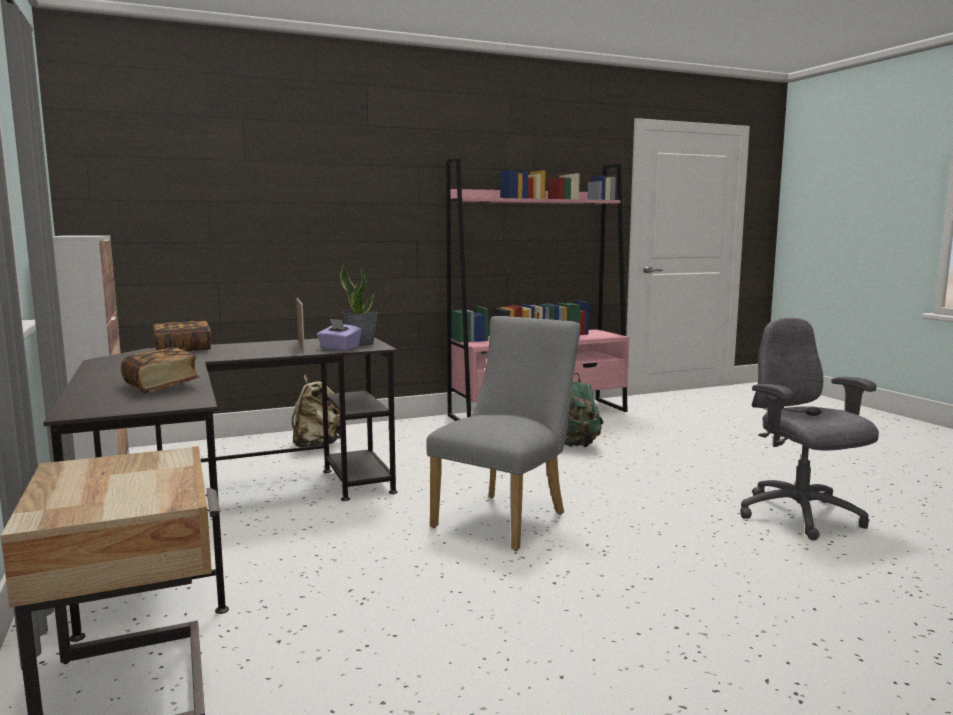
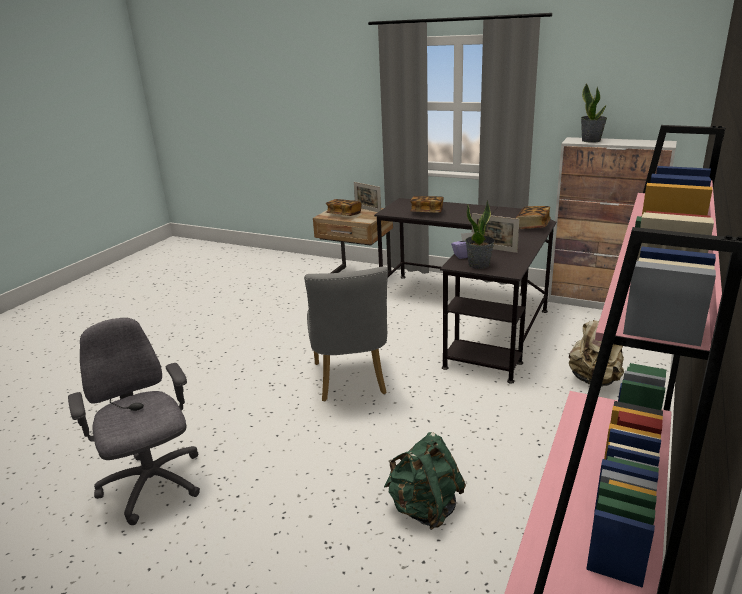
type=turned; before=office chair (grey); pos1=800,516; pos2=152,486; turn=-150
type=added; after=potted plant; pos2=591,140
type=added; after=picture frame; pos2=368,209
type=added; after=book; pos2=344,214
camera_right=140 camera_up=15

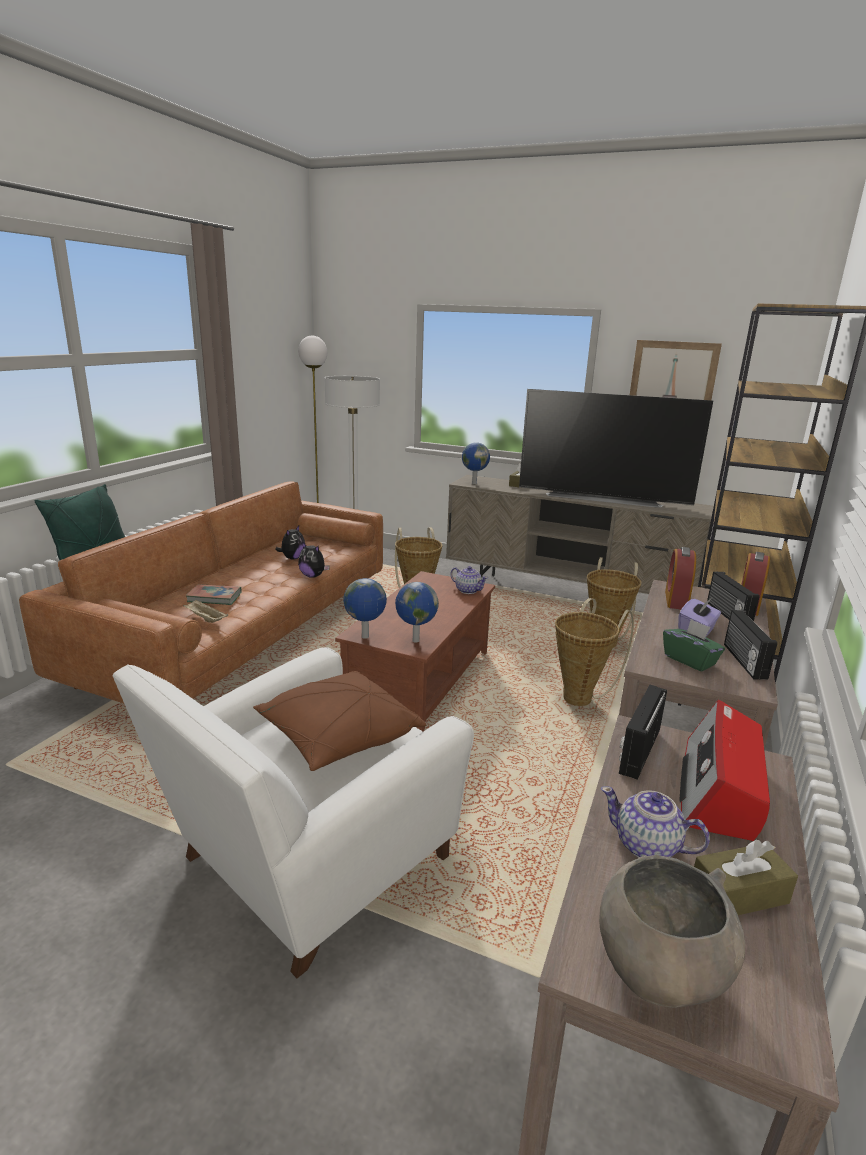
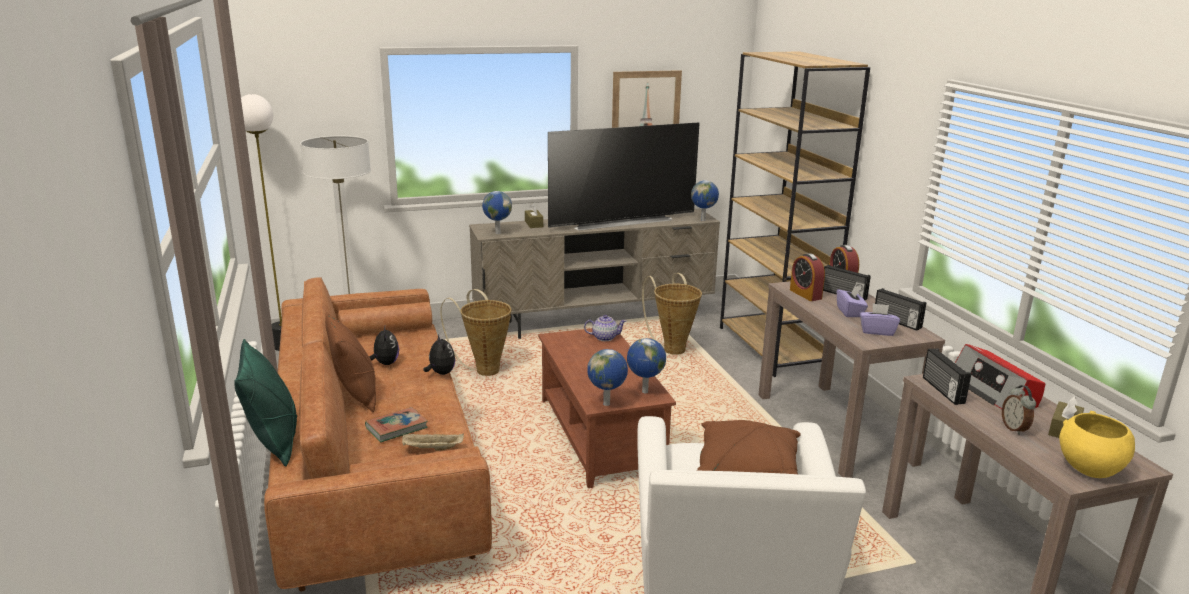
type=turned; before=plush toy; pos1=313,576; pos2=440,373; turn=-105
type=removed; before=basket; pos1=581,697
type=recoloured; before=tissue box (green); after=tissue box (purple); pos1=690,660; pos2=877,331
type=replaced; before=teapot; after=alarm clock; pos1=647,846; pos2=1015,429
type=recoloured; before=bowl (grey); after=bowl (yellow); pos1=658,971; pos2=1089,469
type=added; after=globe; pos2=703,220
type=added; after=pillow (brown); pos2=356,395
camera_right=-40 camera_up=0

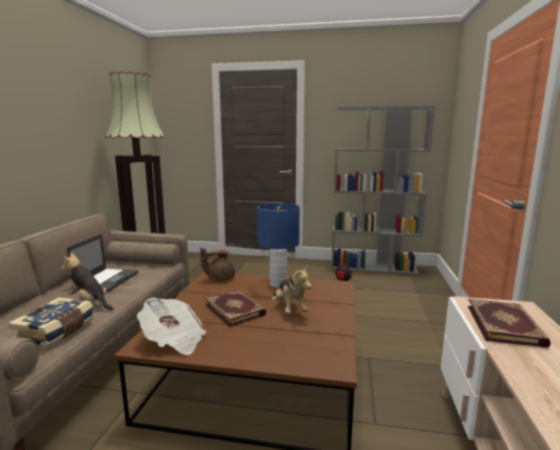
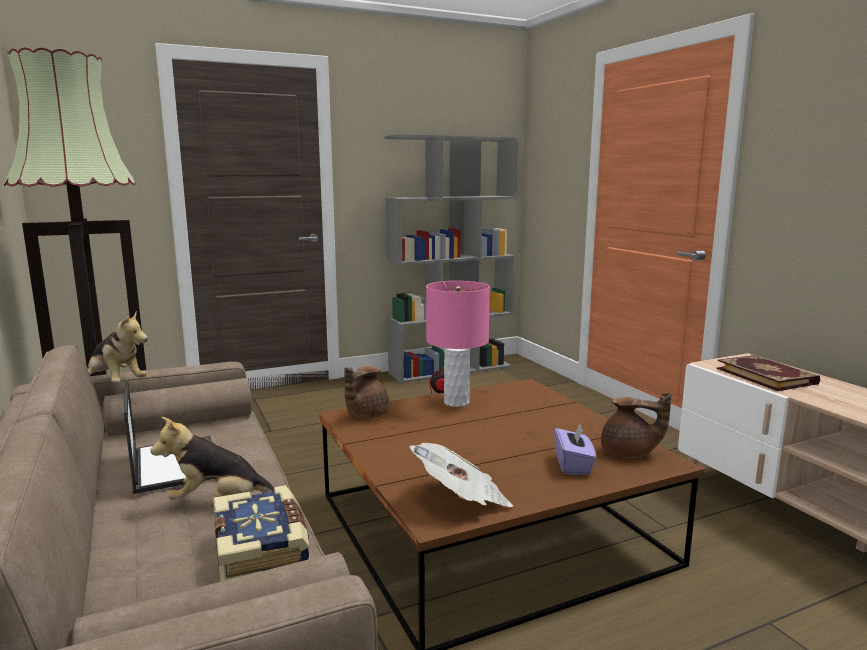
type=recoloured; before=table lamp (blue); after=table lamp (pink); pos1=278,284; pos2=456,402
type=moved; before=plush toy; pos1=289,309; pos2=115,383
type=removed; before=book; pos1=235,309
type=added; after=teapot (brown); pos2=629,453
type=added; after=tissue box (purple); pos2=573,465
camera_right=-35 camera_up=0

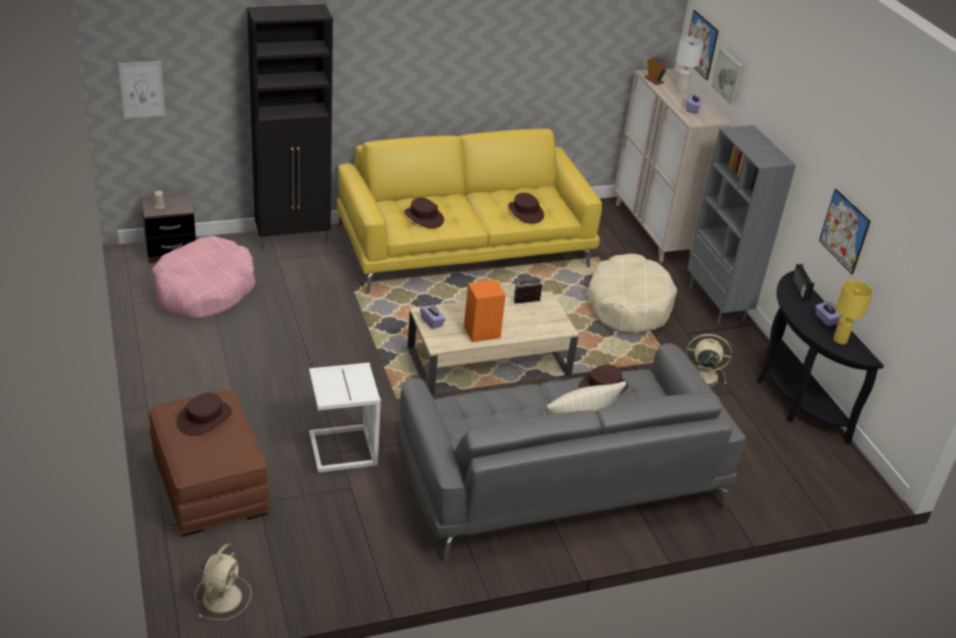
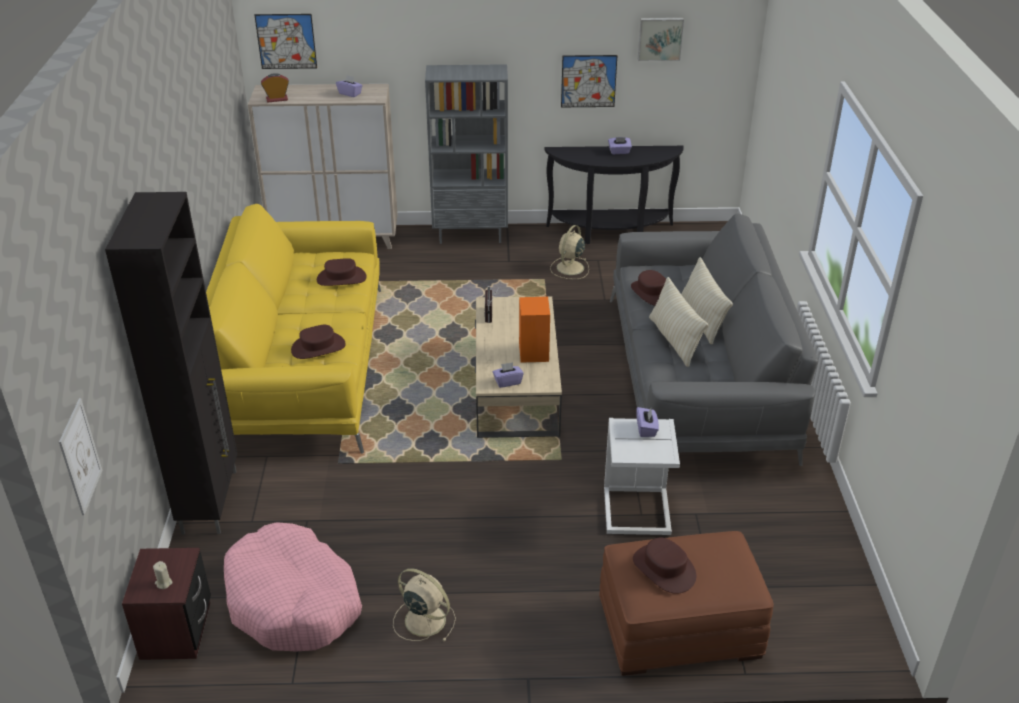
type=removed; before=table lamp (white); pos1=681,90
type=moved; before=picture; pos1=729,76; pos2=660,38
type=removed; before=dog bed (beige); pos1=628,305
type=removed; before=radio; pos1=799,289
type=removed; before=table lamp (yellow); pos1=840,340
type=moved; before=fan (beige); pos1=223,596; pos2=423,619
type=added; after=pillow (beige); pos2=674,340
type=added; after=tissue box (purple); pos2=646,429
camera_right=-70 camera_up=0

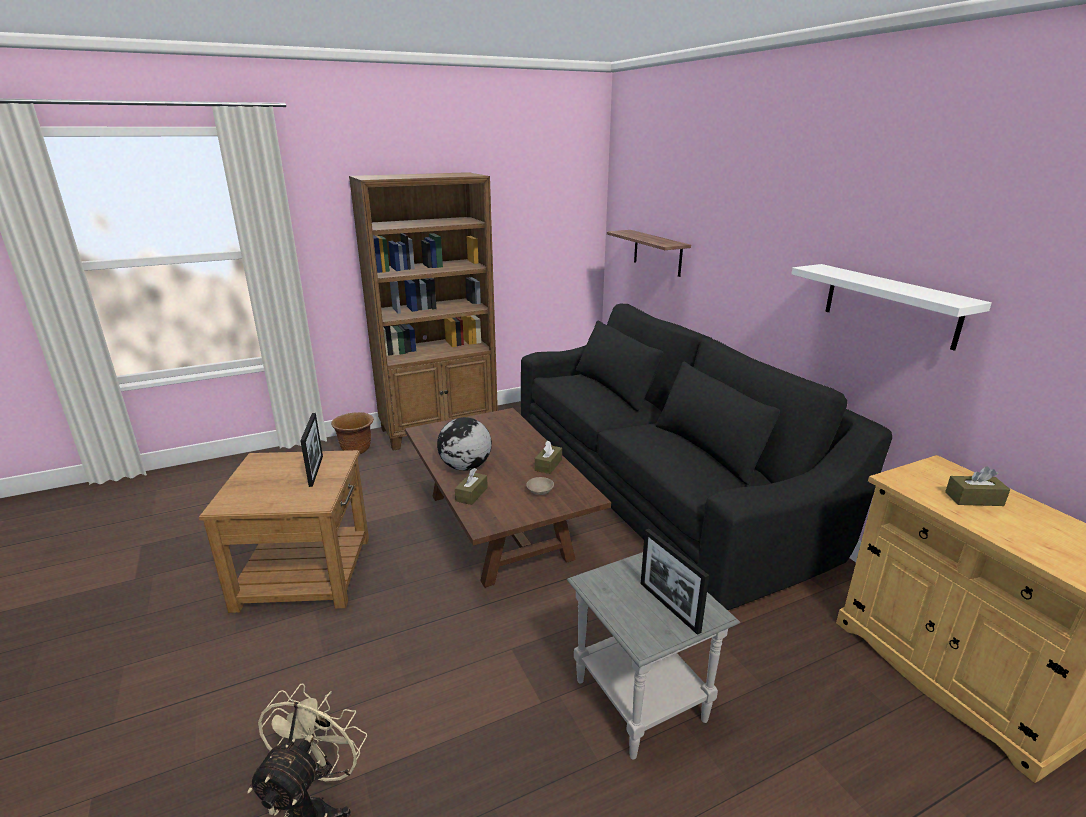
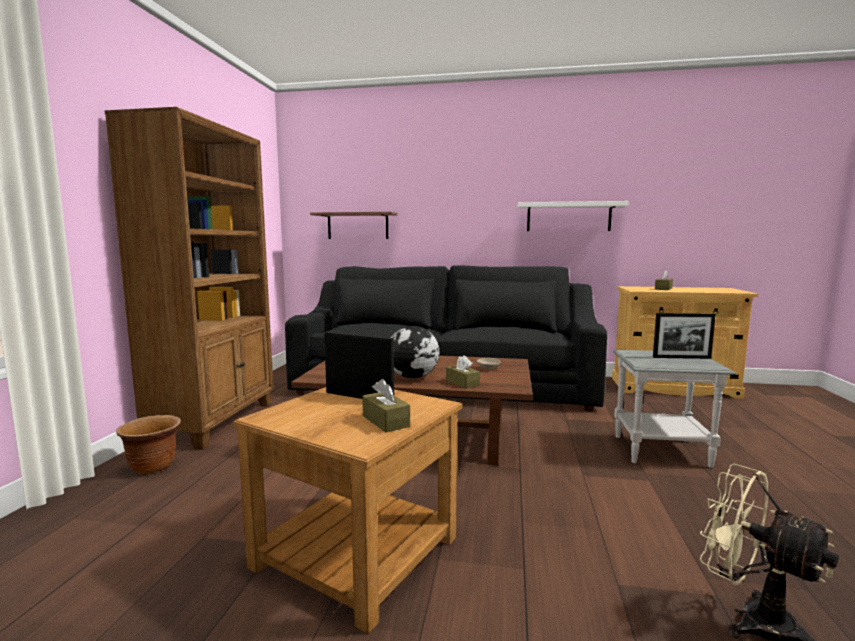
type=moved; before=tissue box (brown); pos1=548,465; pos2=385,421
camera_right=-55 camera_up=-15

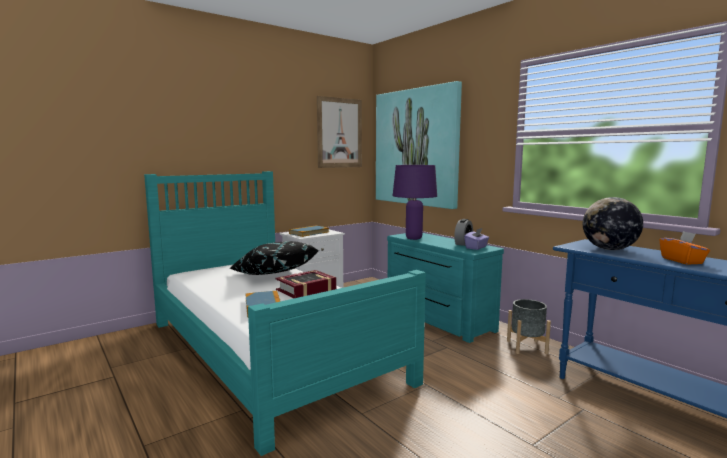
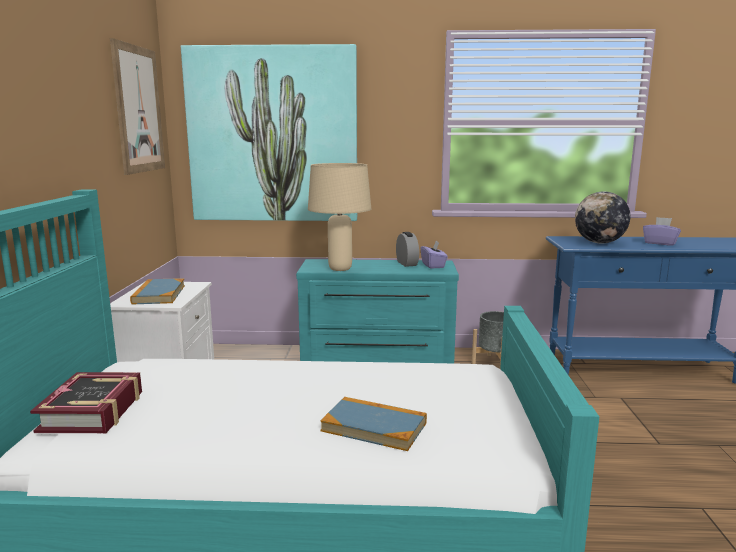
type=recoloured; before=table lamp (purple); after=table lamp (beige); pos1=413,238; pos2=340,269
type=recoloured; before=tissue box (orange); after=tissue box (purple); pos1=682,261; pos2=660,243
type=removed; before=pillow (black); pos1=273,274
type=moved; before=book; pos1=306,290; pos2=93,411
camera_right=-50 camera_up=5

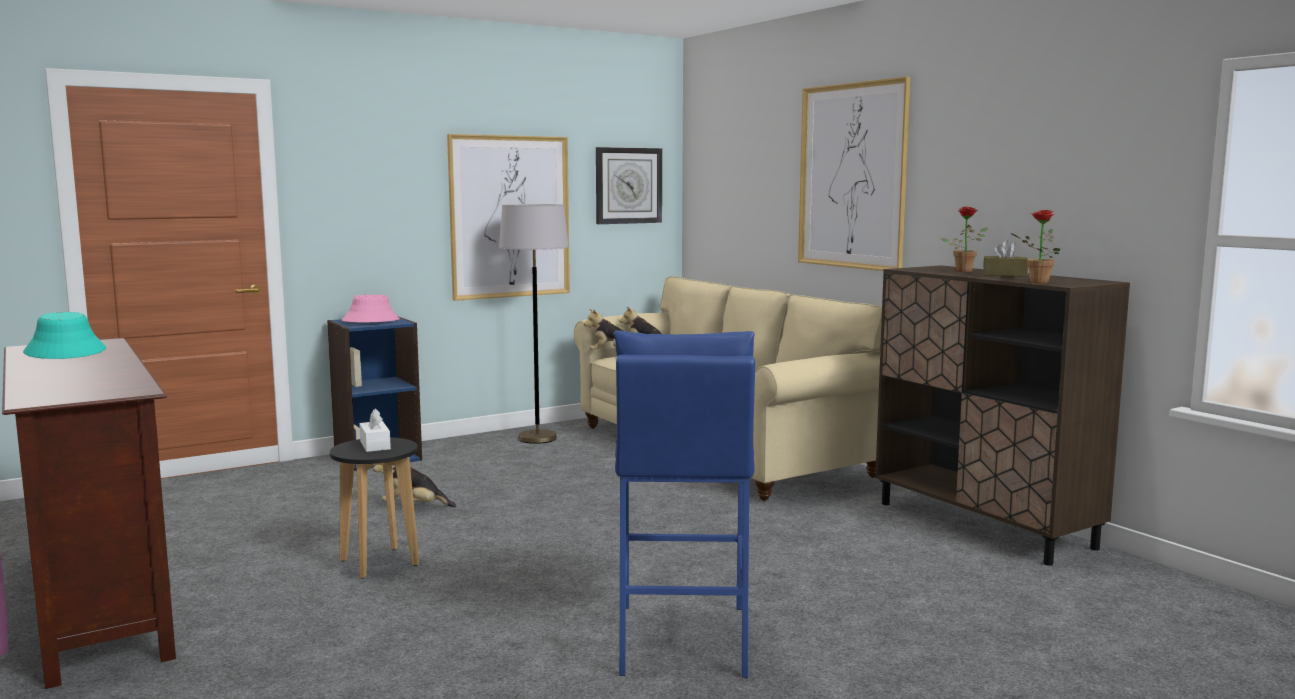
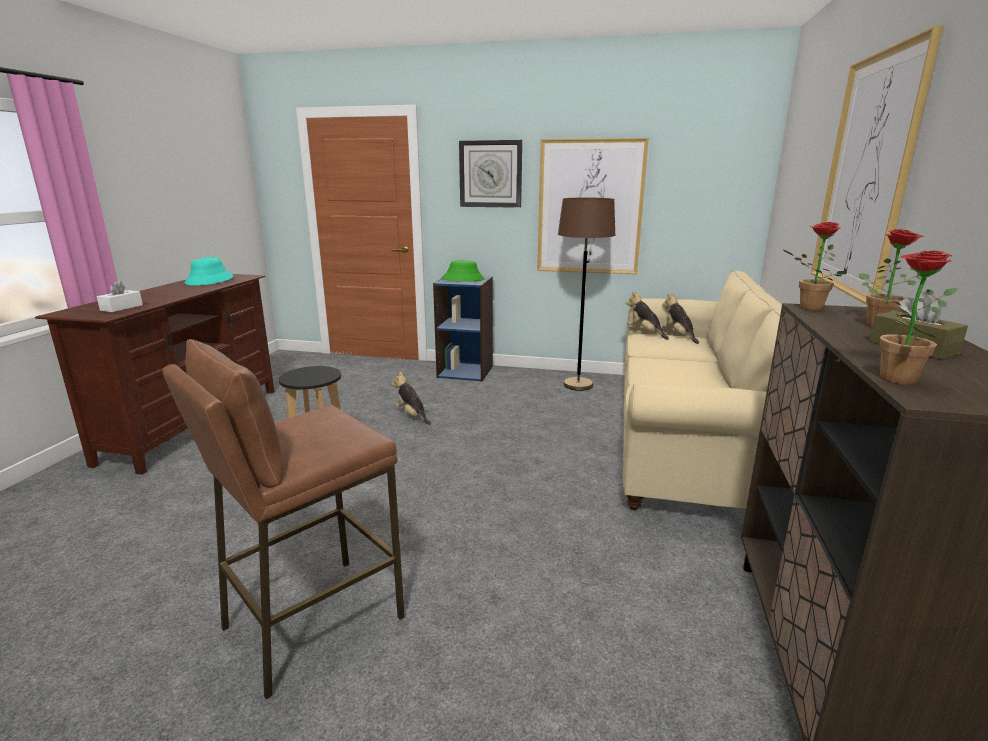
type=moved; before=wall clock; pos1=628,185; pos2=490,174
type=recoloured; before=floor lamp (grey); after=floor lamp (brown); pos1=537,438; pos2=578,385
type=recoloured; before=hat (pink); after=hat (green); pos1=370,321; pos2=463,279
type=recoloured; before=stool (blue); after=stool (brown); pos1=681,639; pos2=312,621
type=moved; before=tissue box (white); pos1=375,445; pos2=121,308
type=added; after=potted plant; pos2=806,308
camera_right=45 camera_up=10

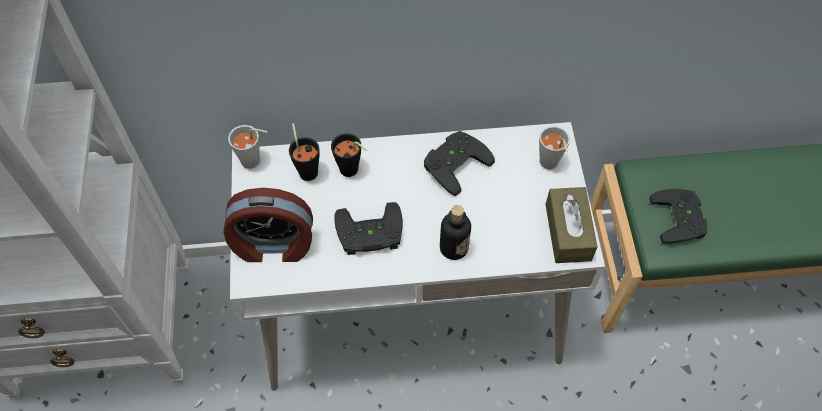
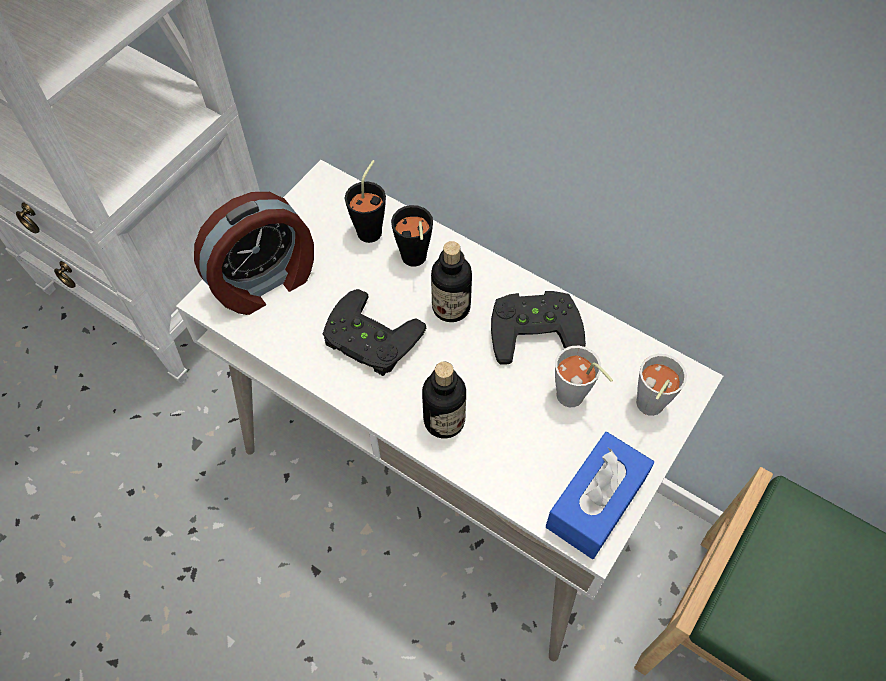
type=moved; before=cup (grey); pos1=254,162; pos2=574,400
type=recoloured; before=tissue box (brown); after=tissue box (blue); pos1=568,232; pos2=596,502
type=turned; before=alarm clock; pos1=273,245; pos2=265,282; turn=-75
type=removed; before=game controller (black); pos1=681,219
type=added; after=bottle; pos2=451,307
camera_right=40 camera_up=0

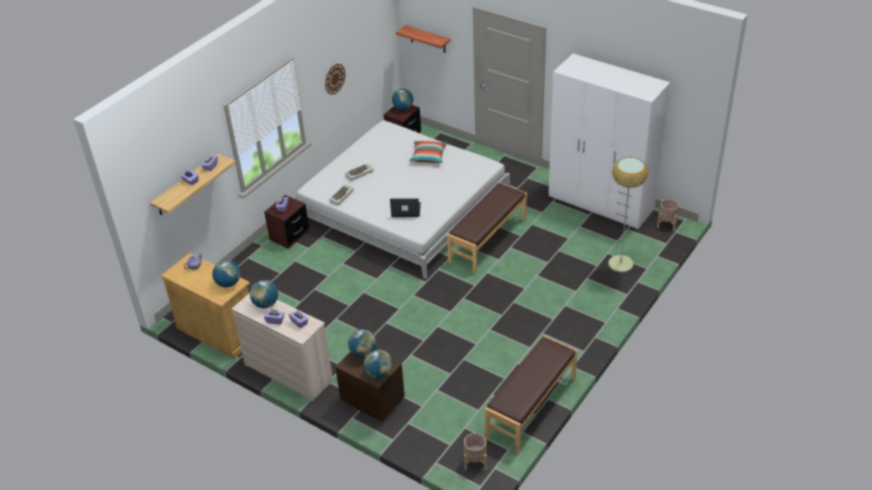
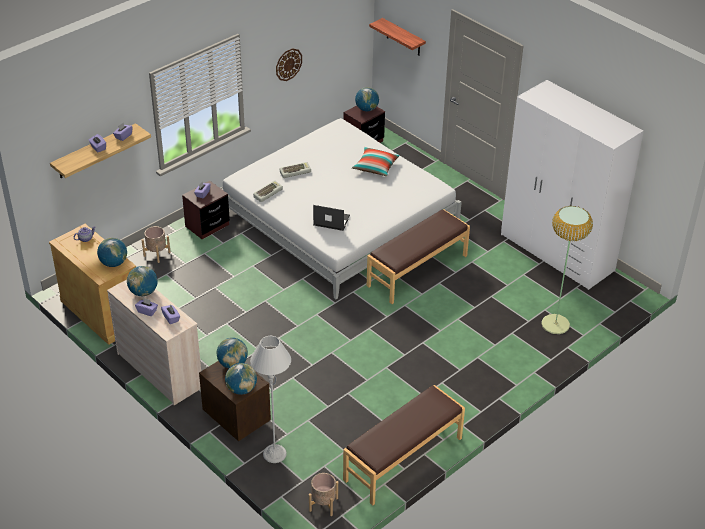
type=moved; before=planter (beige); pos1=667,224; pos2=157,254
type=added; after=floor lamp (grey); pos2=274,454
camera_right=10 camera_up=0

